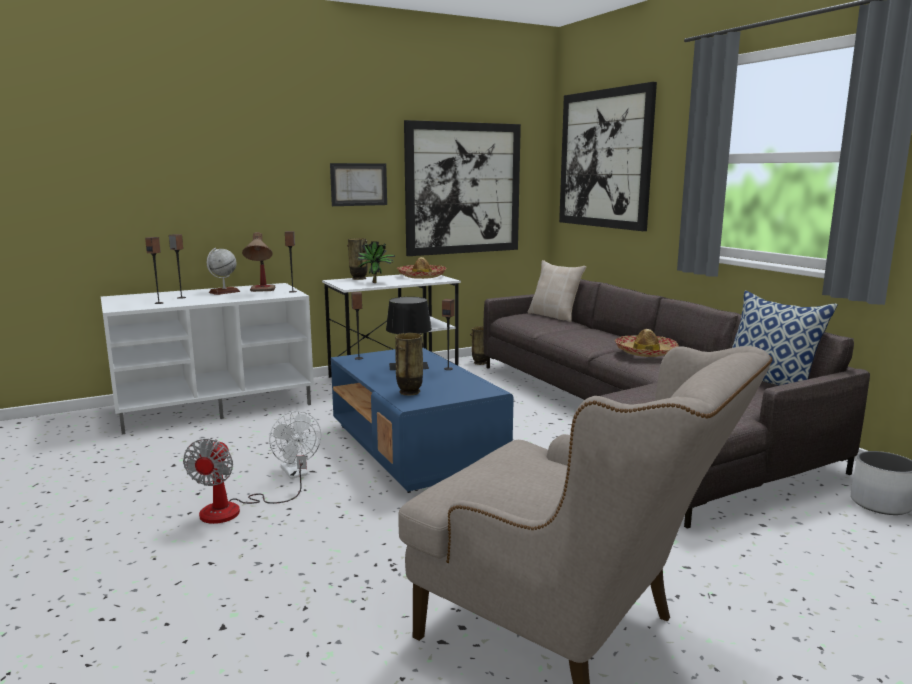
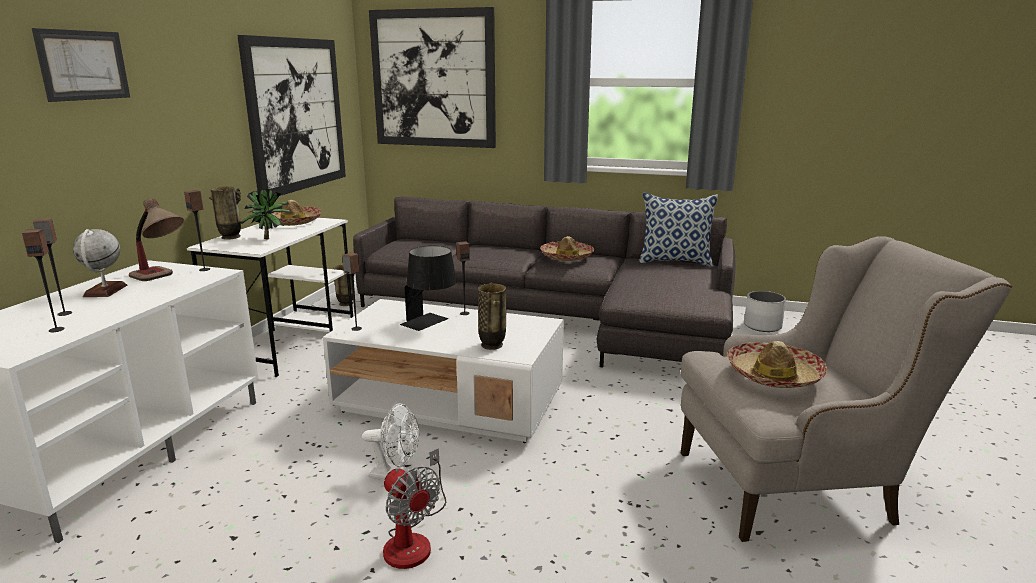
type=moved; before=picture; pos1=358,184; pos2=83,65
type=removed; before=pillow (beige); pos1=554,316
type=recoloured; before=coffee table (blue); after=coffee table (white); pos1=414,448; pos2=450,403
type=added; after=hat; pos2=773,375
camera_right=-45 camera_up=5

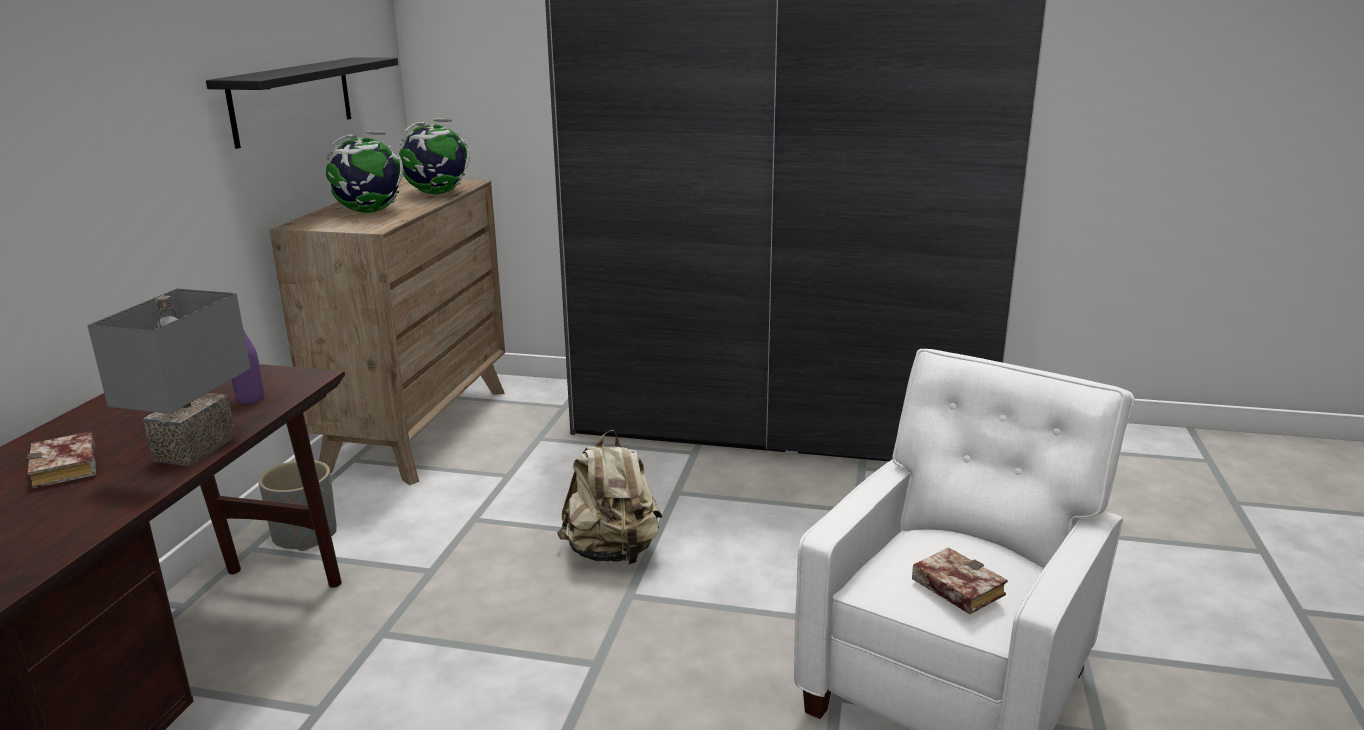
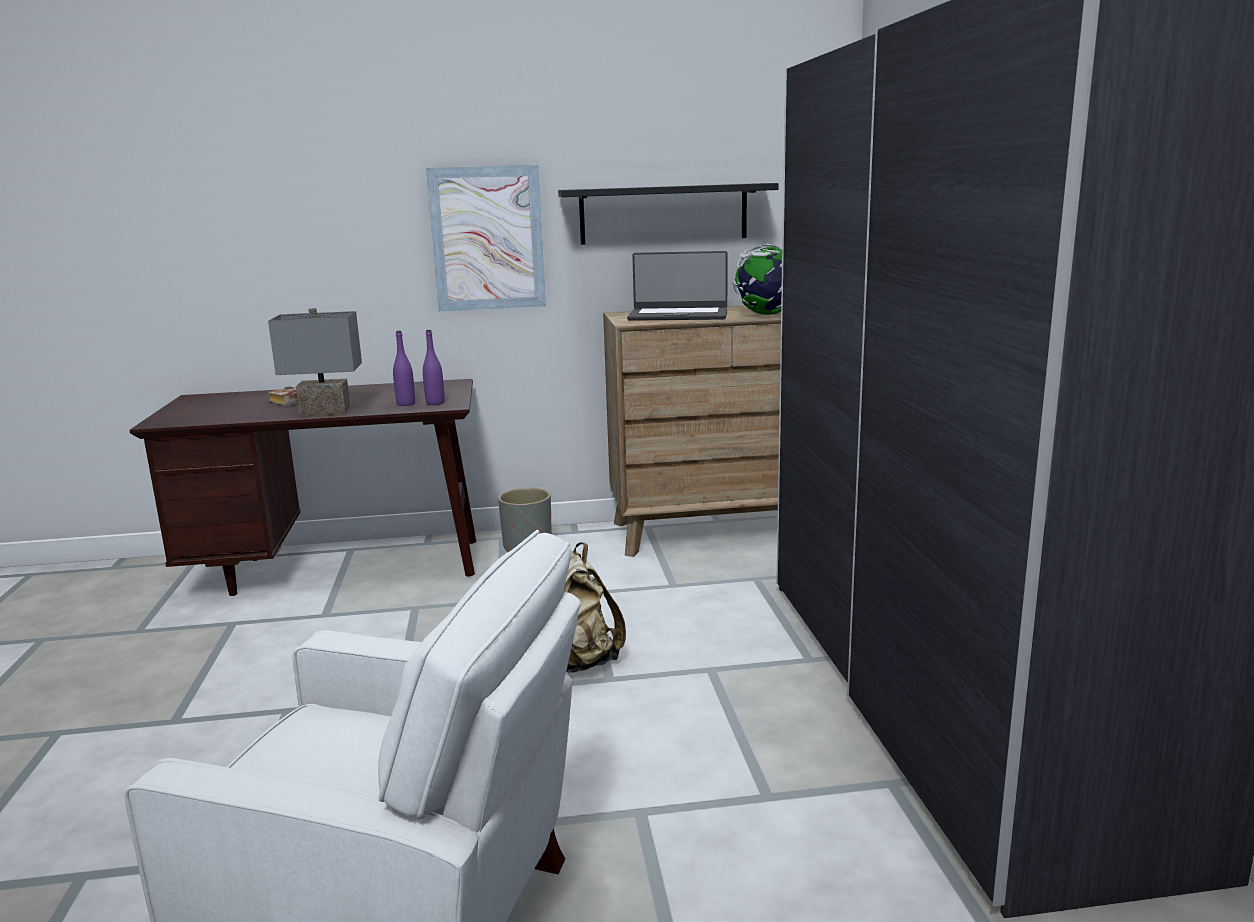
type=replaced; before=globe; after=laptop; pos1=369,212; pos2=678,315
type=removed; before=book; pos1=953,587
type=added; after=picture; pos2=487,238
type=added; after=bottle (purple); pos2=435,403
camera_right=70 camera_up=-5

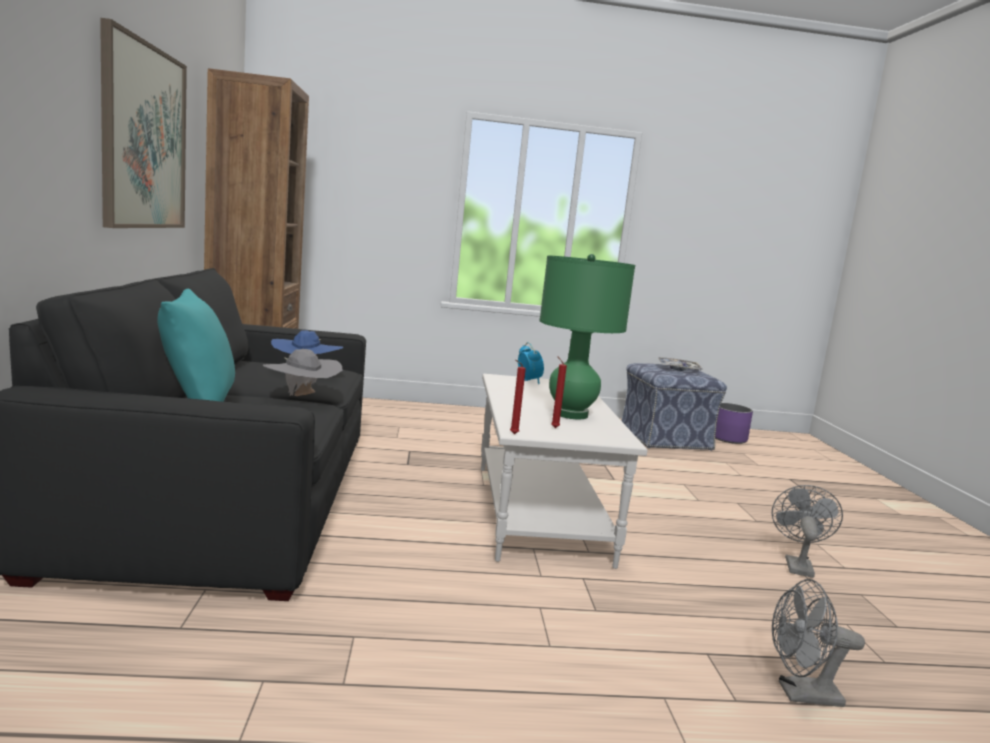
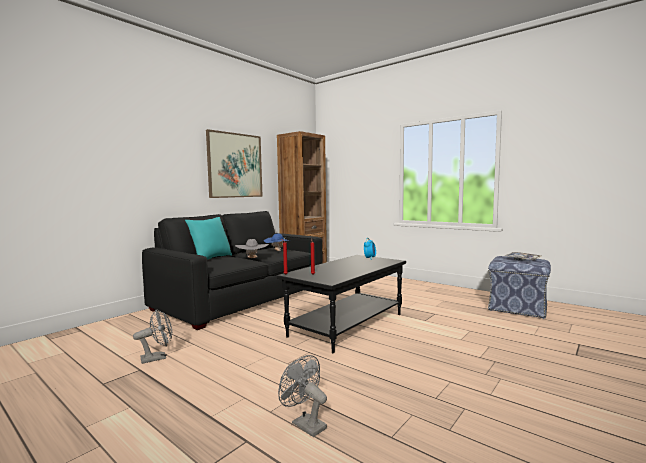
type=removed; before=table lamp (green); pos1=571,414
type=recoloured; before=coffee table (white); after=coffee table (black); pos1=536,511; pos2=346,324
type=removed; before=planter (purple); pos1=728,439
type=moved; before=fan (grey); pos1=797,564; pos2=158,357
camera_right=45 camera_up=-5

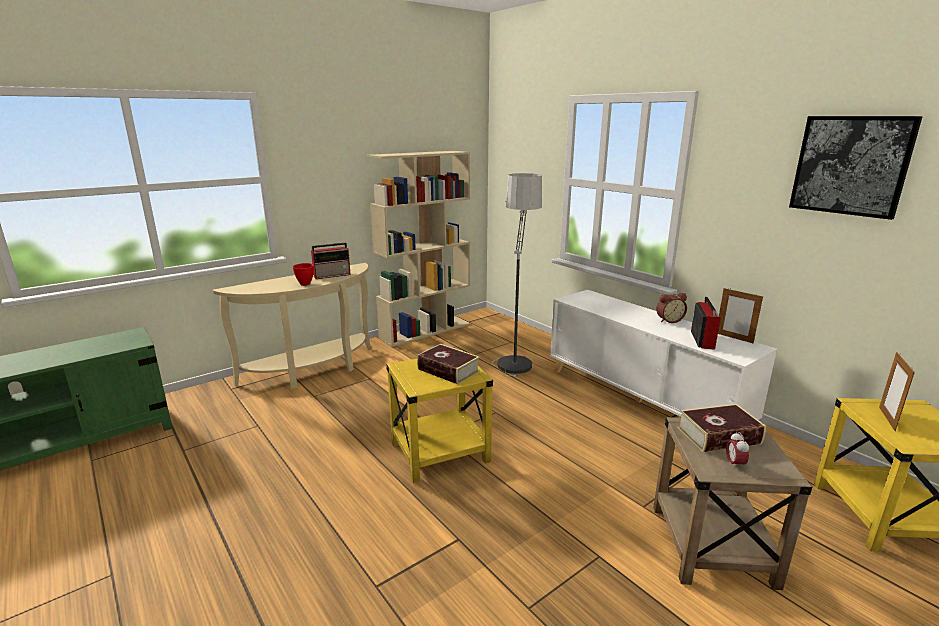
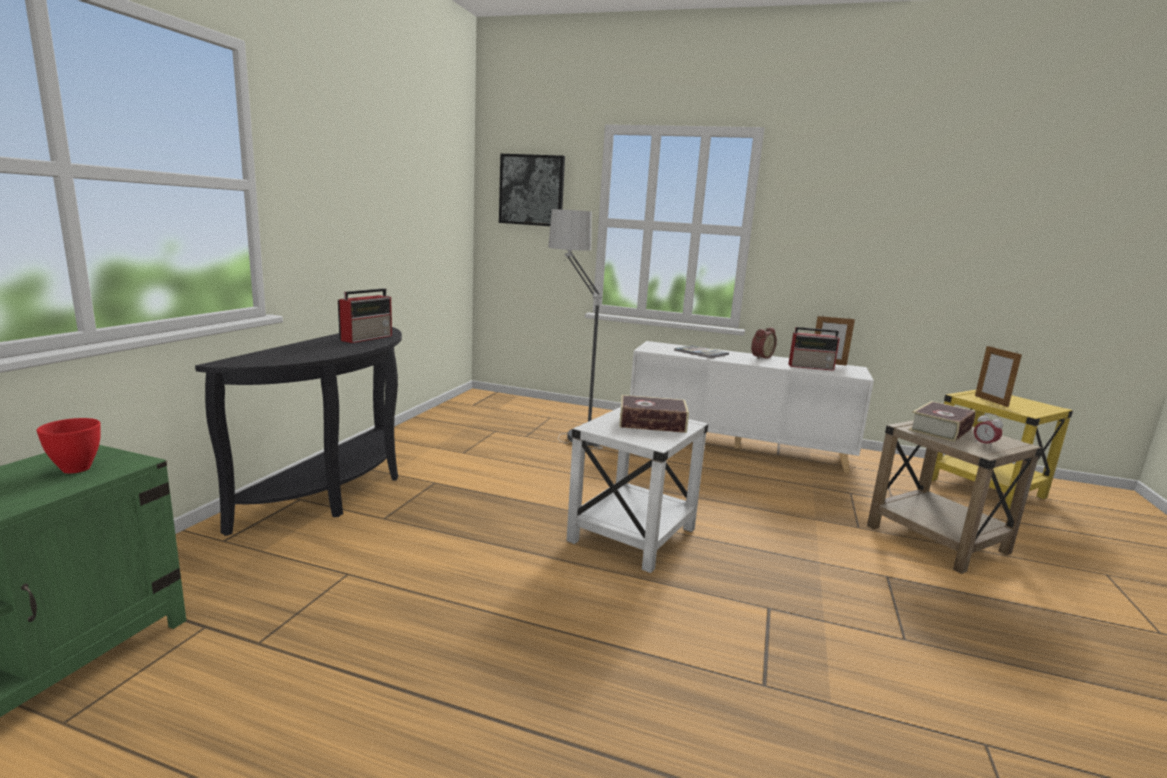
type=moved; before=picture; pos1=850,165; pos2=532,190
type=removed; before=bookcase (beige); pos1=425,331
type=recoloured; before=console table (beige); after=console table (black); pos1=313,371; pos2=339,490
type=moved; before=bowl (red); pos1=305,284; pos2=77,468
type=turned; before=radio; pos1=702,339; pos2=811,367; turn=120
type=recoloured; before=side table (yellow); after=side table (white); pos1=440,452; pos2=632,535
type=added; after=book; pos2=701,352
camera_right=-35 camera_up=-5

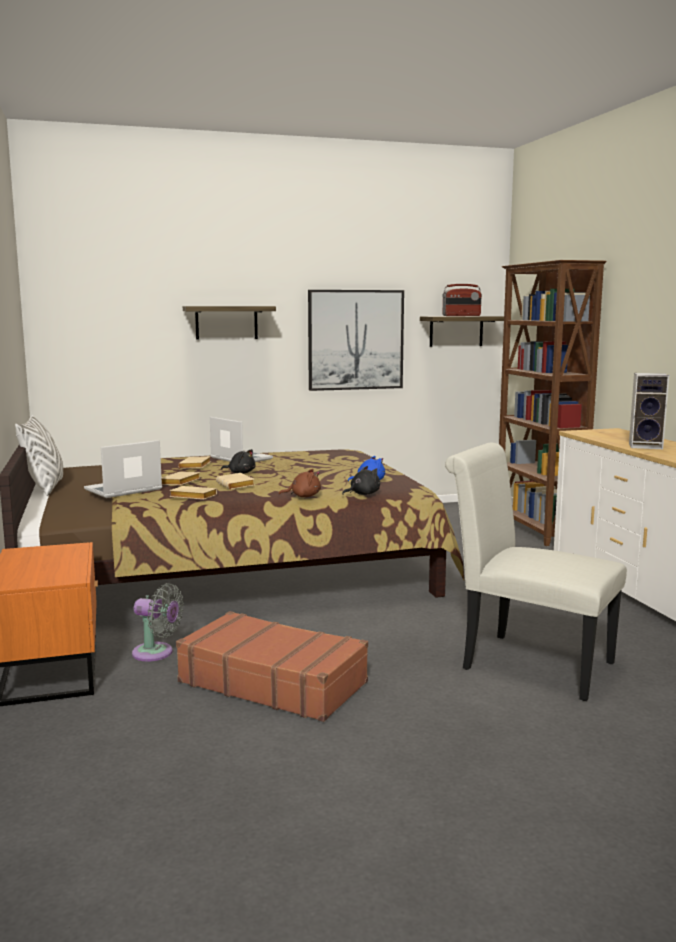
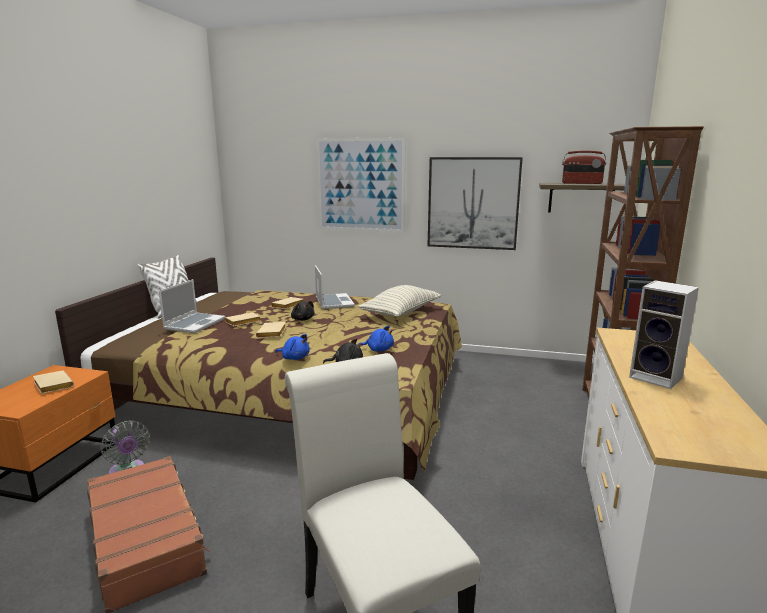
type=replaced; before=shelf; after=picture; pos1=226,322; pos2=360,185
type=turned; before=laptop; pos1=123,490; pos2=195,324; turn=120
type=recoloured; before=plush toy (brown); after=plush toy (blue); pos1=303,496; pos2=294,358
type=moved; before=book (beige); pos1=191,497; pos2=52,385
type=added; after=pillow; pos2=400,313
camera_right=30 camera_up=5

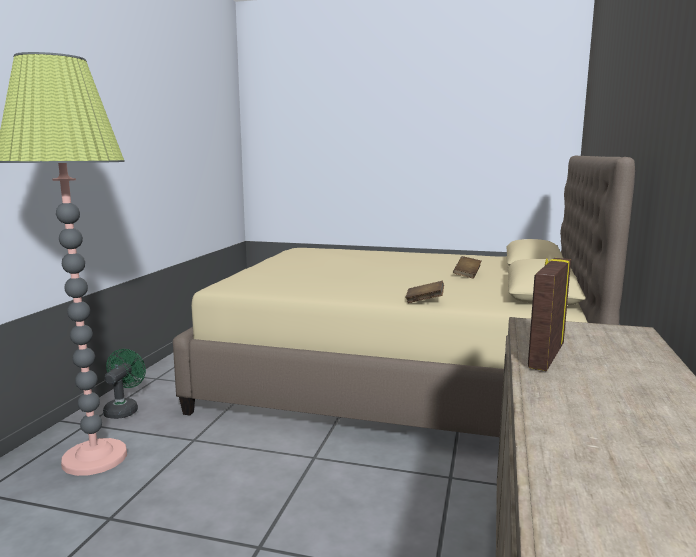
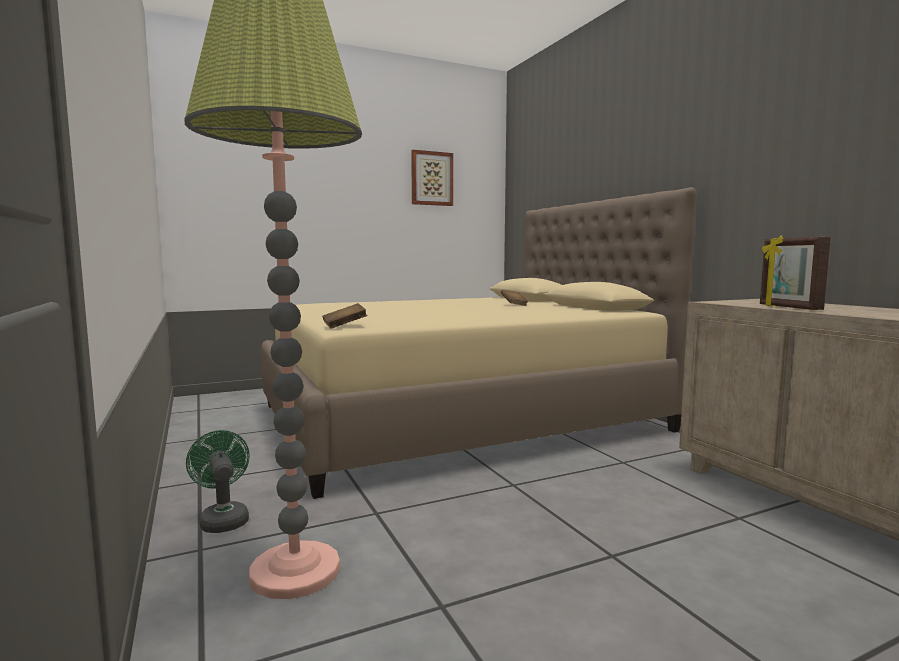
type=moved; before=book (brown); pos1=424,301; pos2=344,326
type=added; after=picture; pos2=431,178
camera_right=-40 camera_up=-5

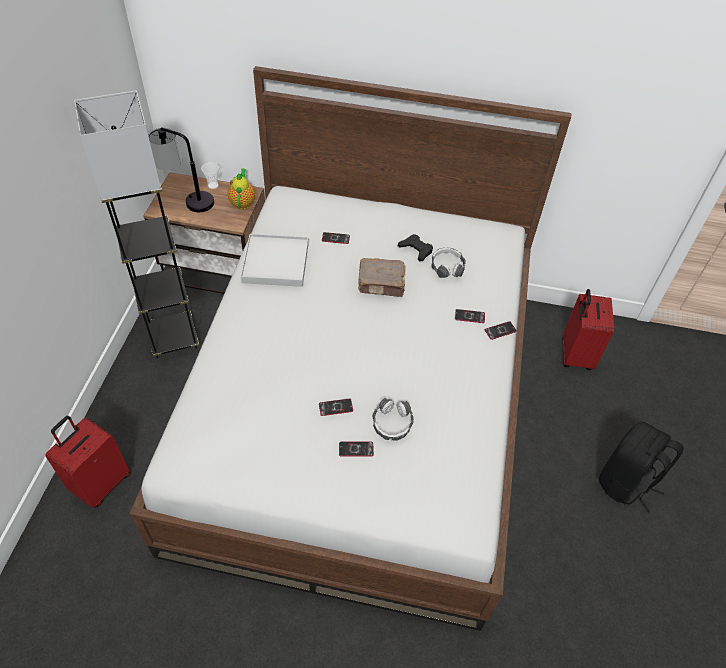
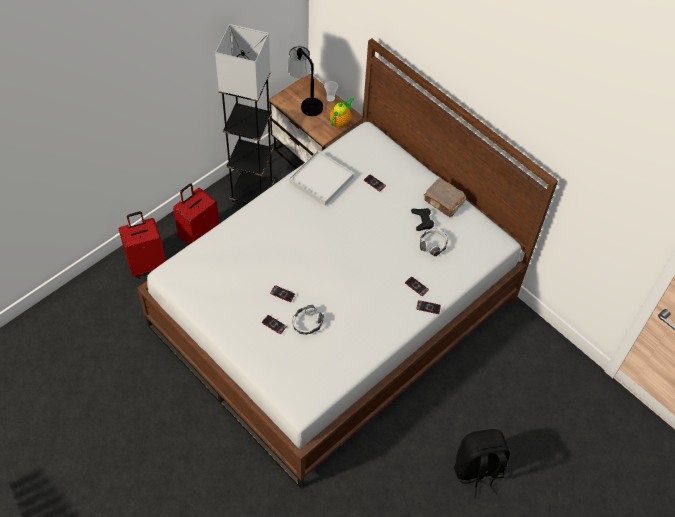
type=moved; before=book (brown); pos1=382,284; pos2=444,202
type=moved; before=suitcase (red); pos1=574,355; pos2=199,236
camera_right=35 camera_up=5

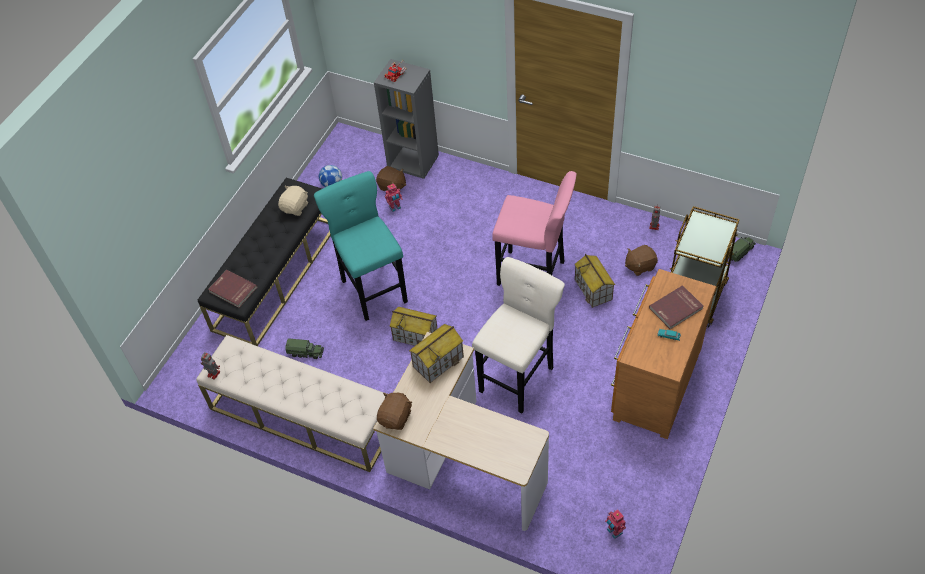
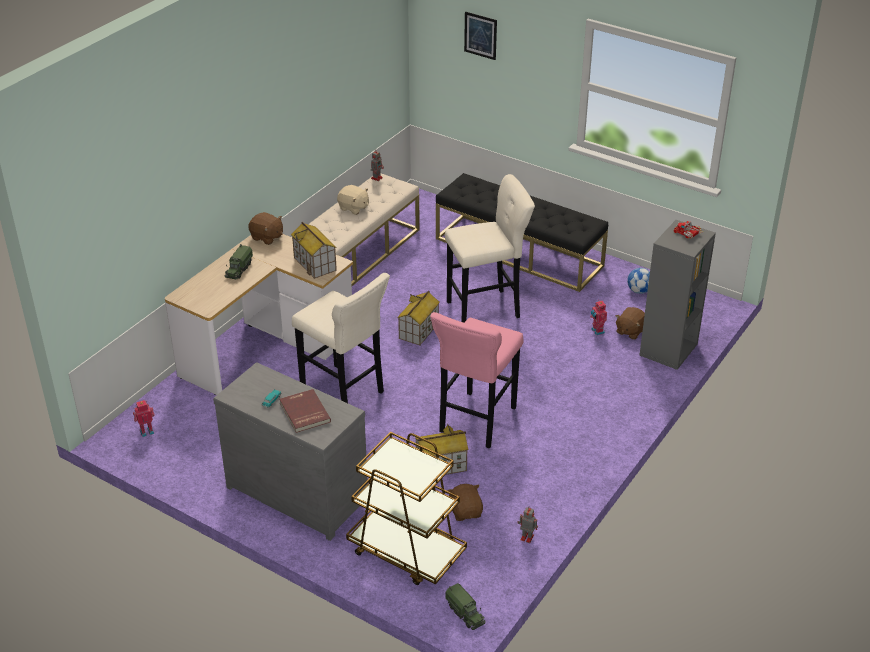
type=recoloured; before=stool (turquoise); after=stool (beige); pos1=373,288; pos2=487,309
type=moved; before=plush toy (beige); pos1=295,207; pos2=353,208
type=recoloured; before=dresser (brown); after=dresser (grey); pos1=654,383; pos2=298,491
type=removed; before=book (red); pos1=232,290
type=moved; before=toy truck; pos1=305,352; pos2=239,269
type=added; after=picture; pos2=480,35
camera_right=95 camera_up=-15

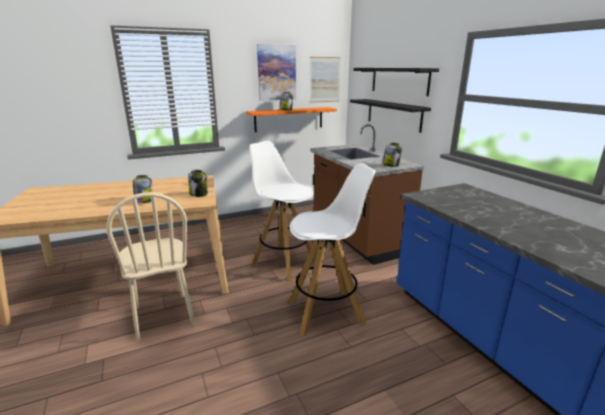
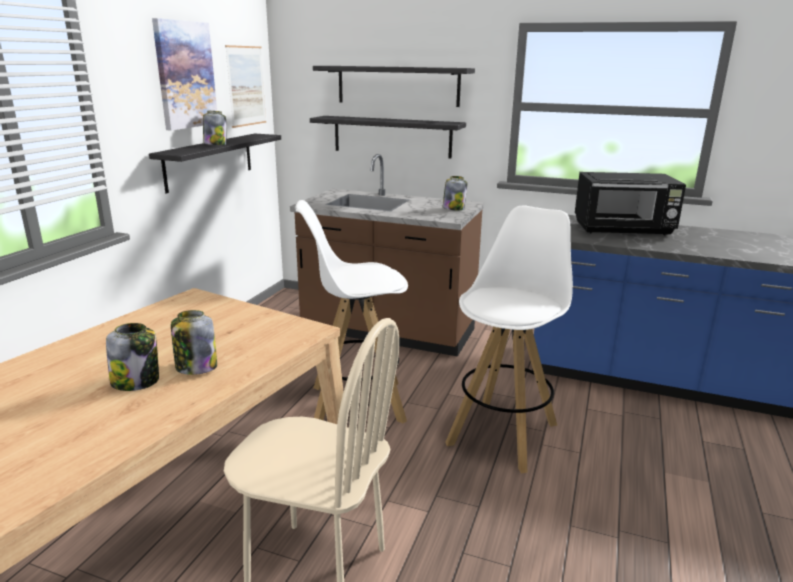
type=recoloured; before=shelf (orange); after=shelf (black); pos1=289,119; pos2=209,161
type=moved; before=jar; pos1=199,194; pos2=136,381
type=added; after=microwave (black); pos2=623,229
camera_right=-45 camera_up=0

